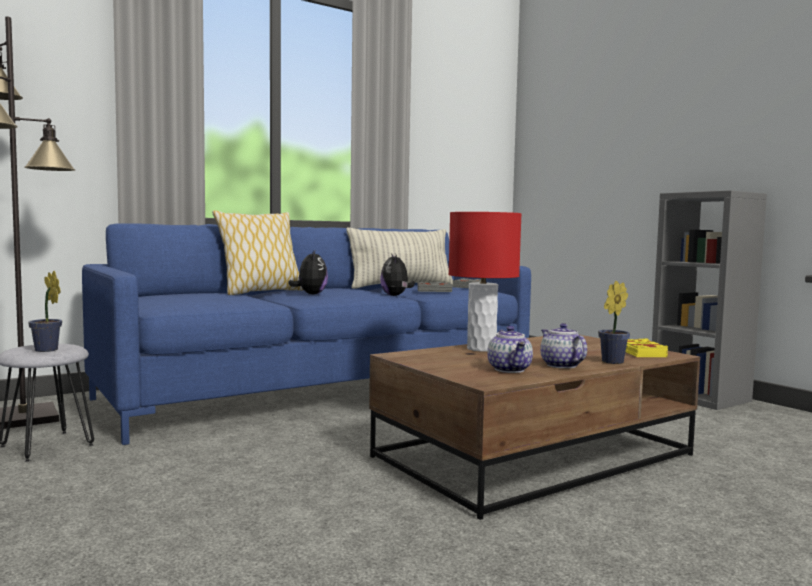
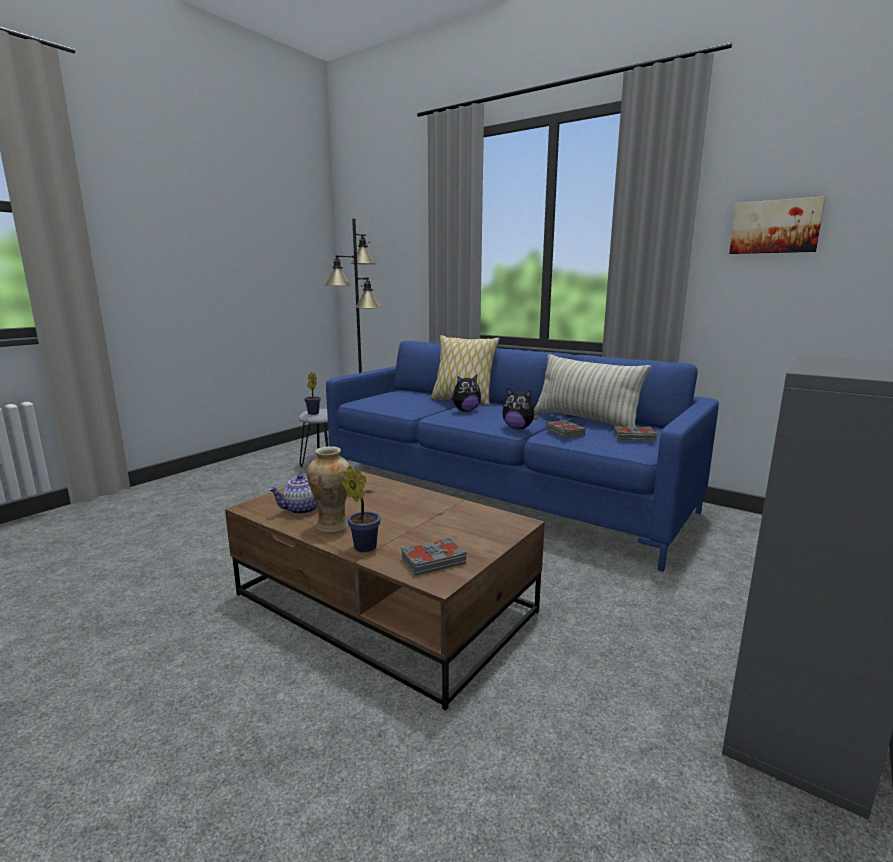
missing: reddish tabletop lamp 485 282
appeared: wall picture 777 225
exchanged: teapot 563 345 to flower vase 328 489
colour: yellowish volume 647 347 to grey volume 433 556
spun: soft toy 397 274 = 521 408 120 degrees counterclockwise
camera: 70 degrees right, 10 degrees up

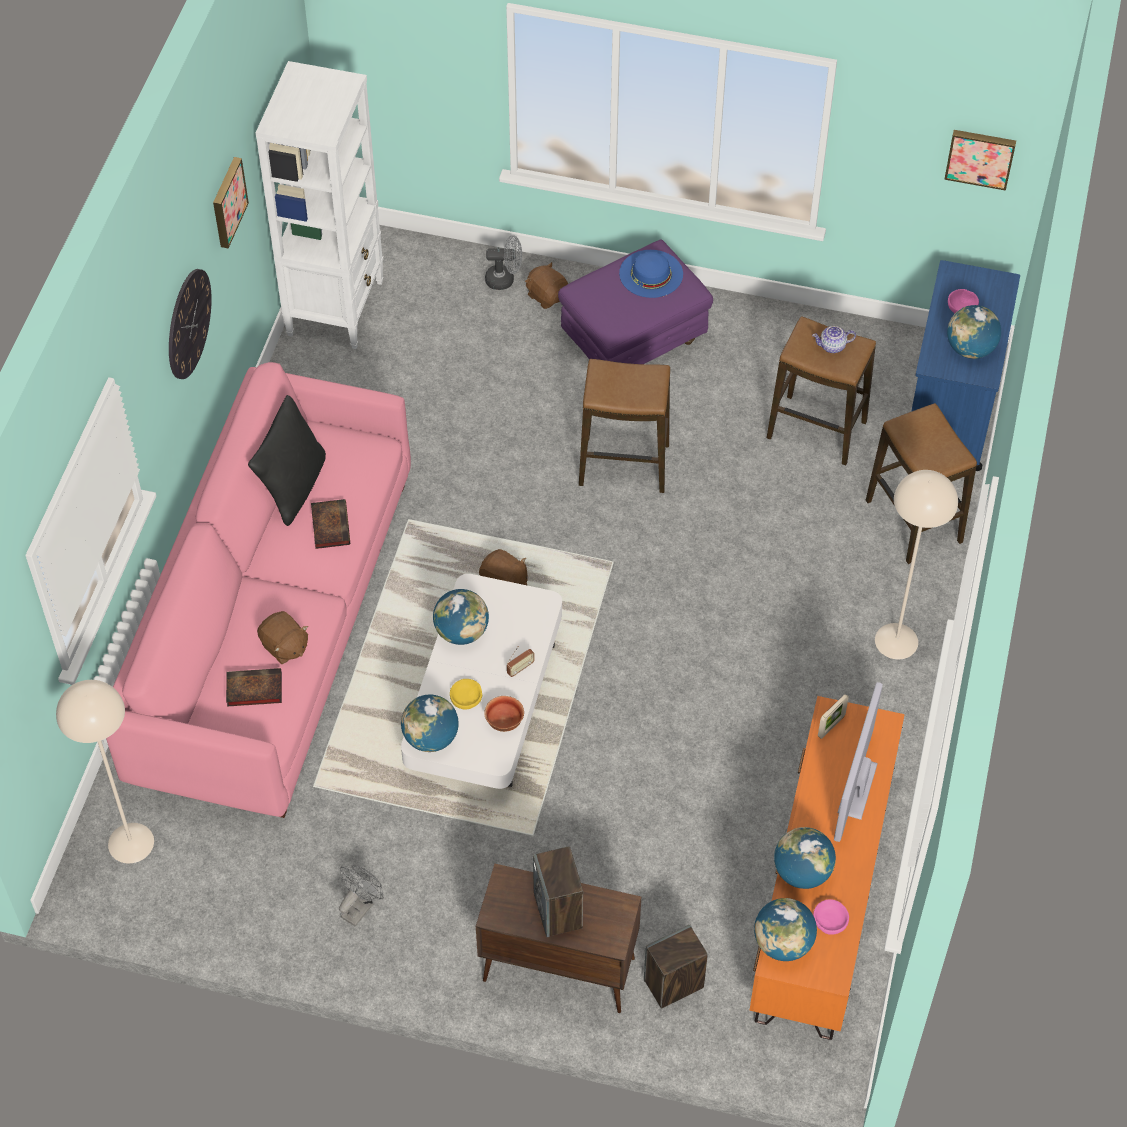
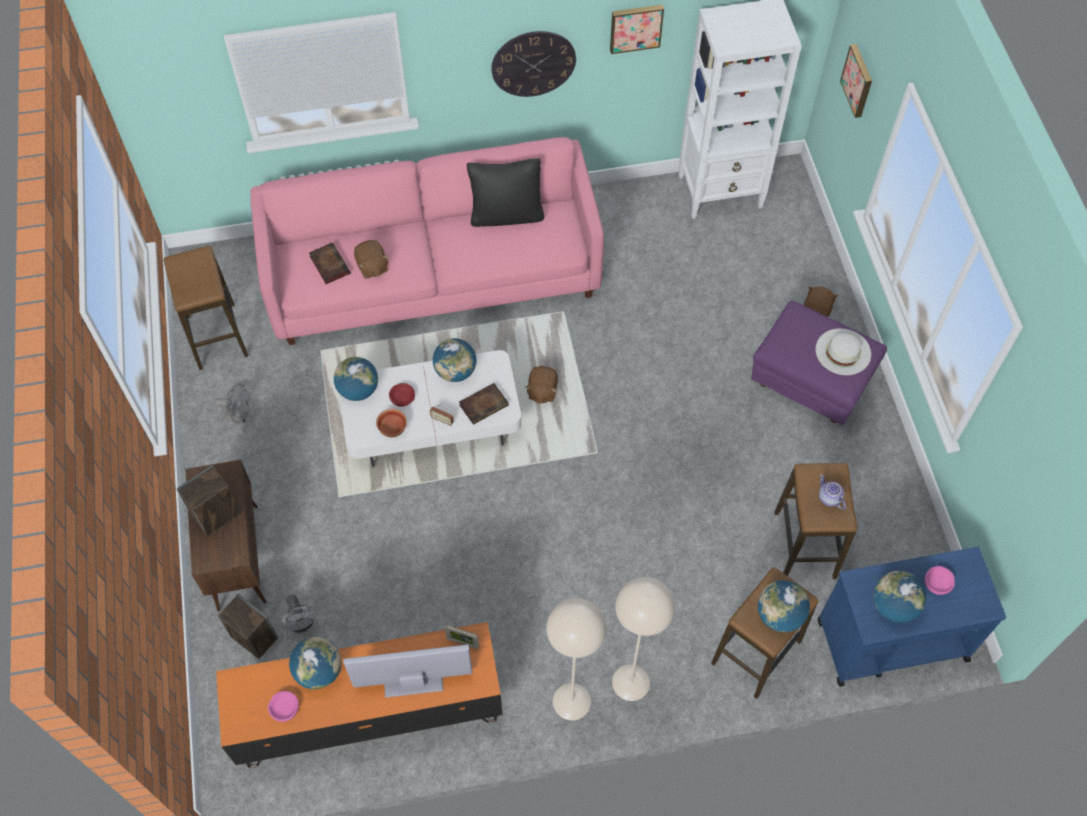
relocated: beige-coloured standing lamp 105 772 to 576 659; volume 330 524 to 484 404; grey electric fan 503 262 to 299 614; sitting stool 624 426 to 206 308; world globe 785 929 to 784 606; wall picture 980 160 to 856 81
colour: yellowish serving bowl 466 694 to reddish serving bowl 402 395; blue-coloured hat 651 274 to white-coloured hat 843 351
spun: brown soft toy 282 637 = 371 259 45 degrees counterclockwise
camera: 65 degrees right, 5 degrees up

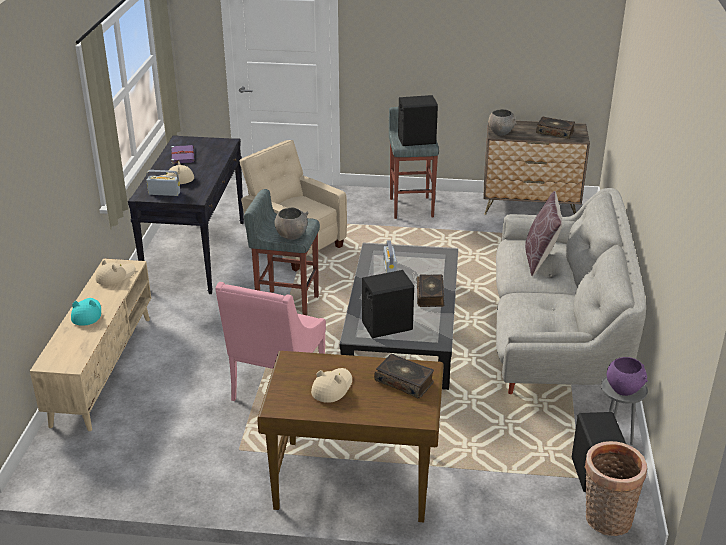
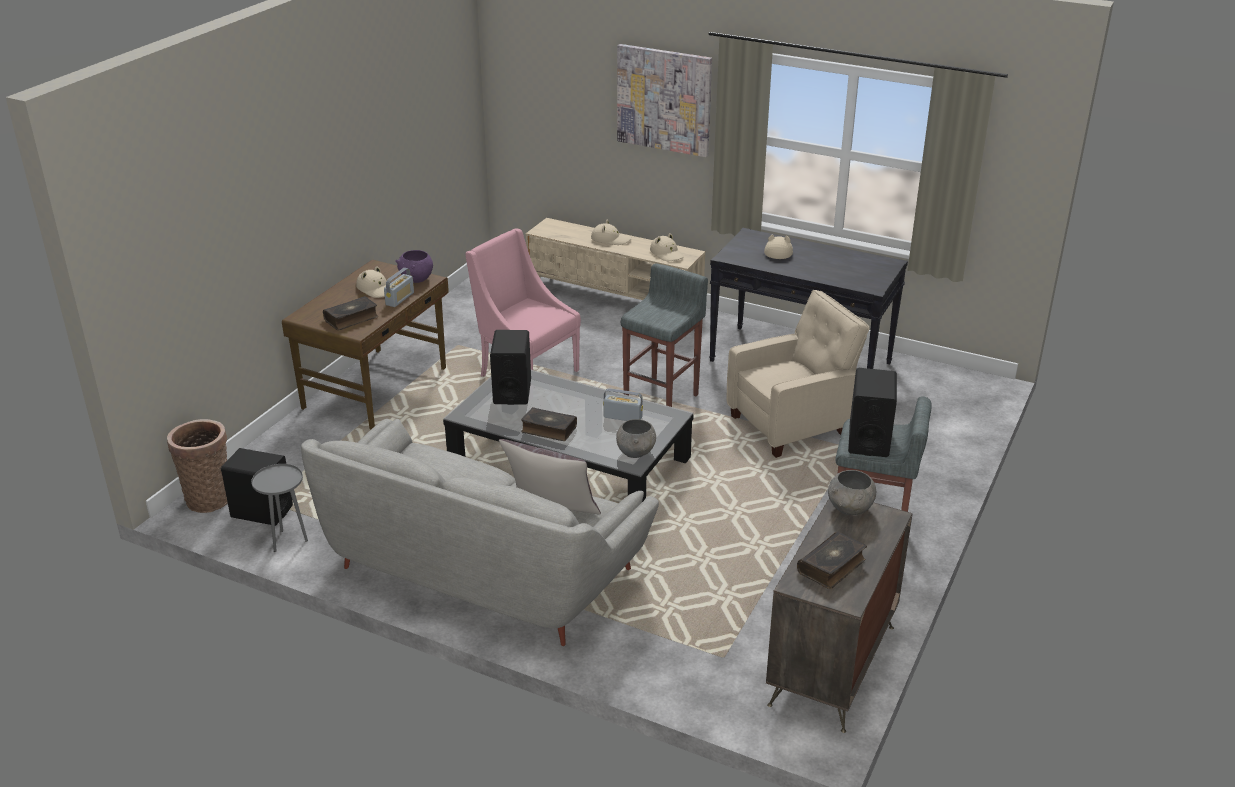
missing: purple volume 182 154
appeared: wall picture 664 100
relocated: radio set 163 183 to 399 287; grey serving bowl 292 223 to 636 438; purple serving bowl 627 376 to 414 266
colour: blue-green hat 86 312 to beige-coloured hat 611 232
camera: 110 degrees right, 0 degrees up

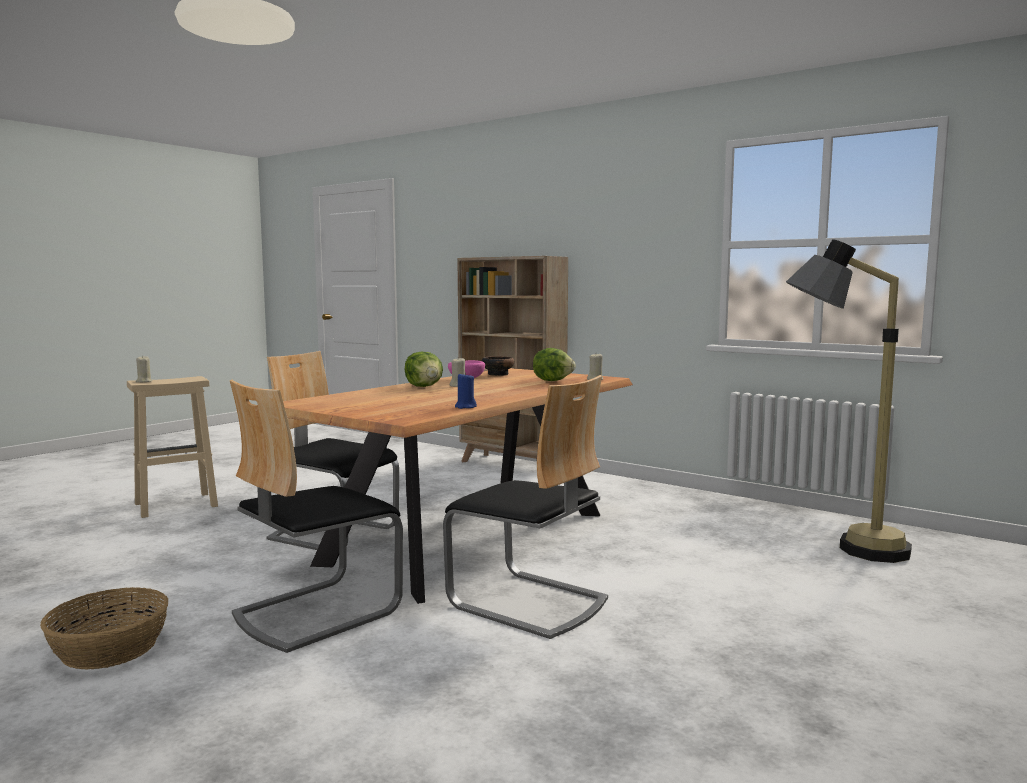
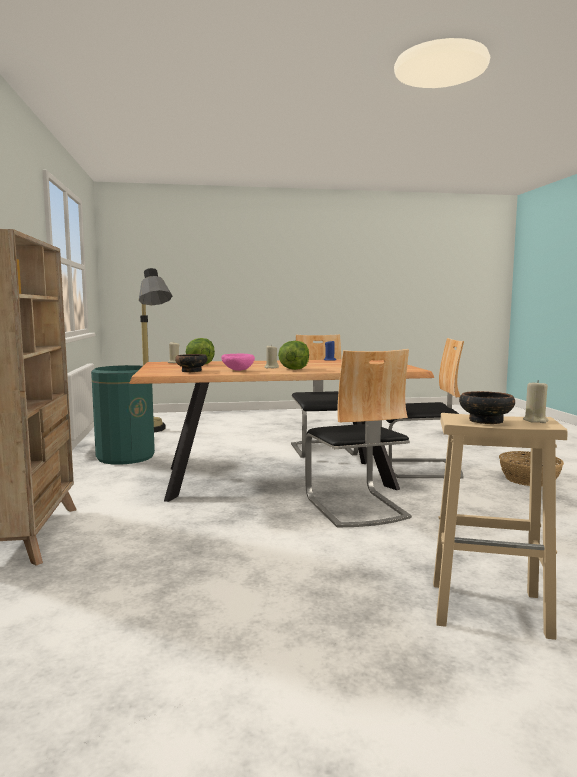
appeared: green trash can 123 415; serving bowl 487 407
camera: 135 degrees left, 0 degrees up

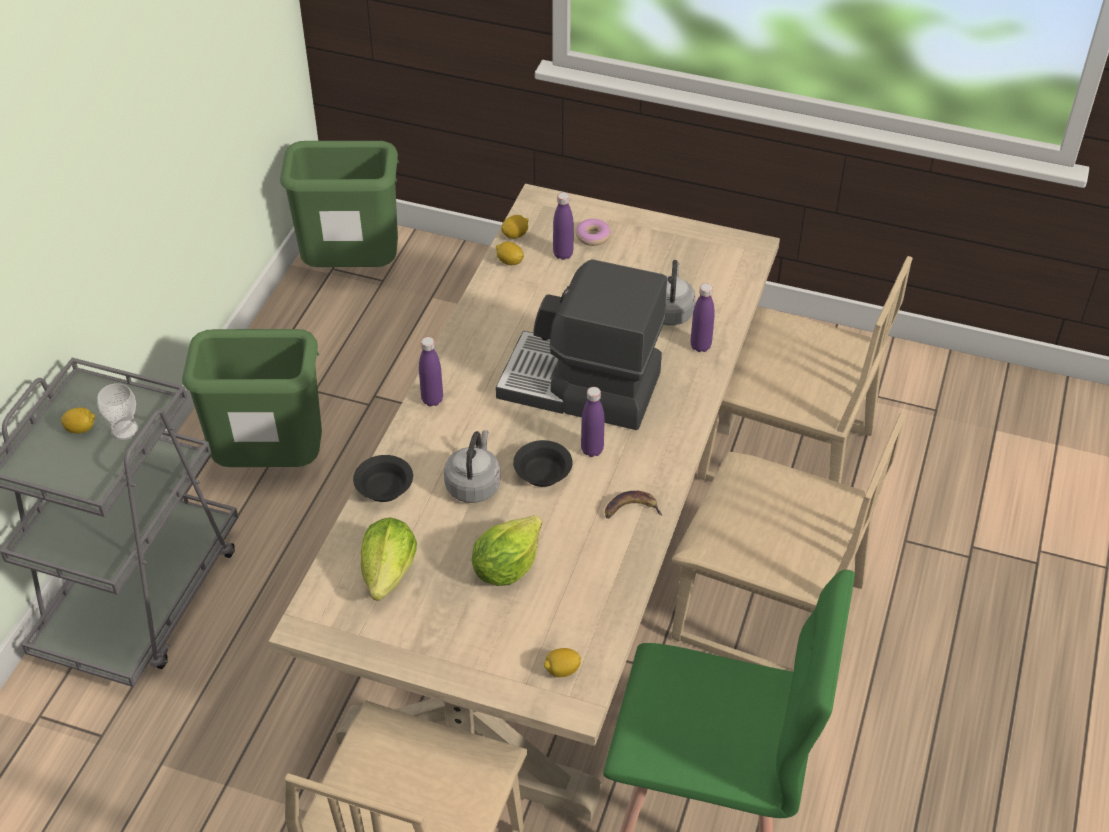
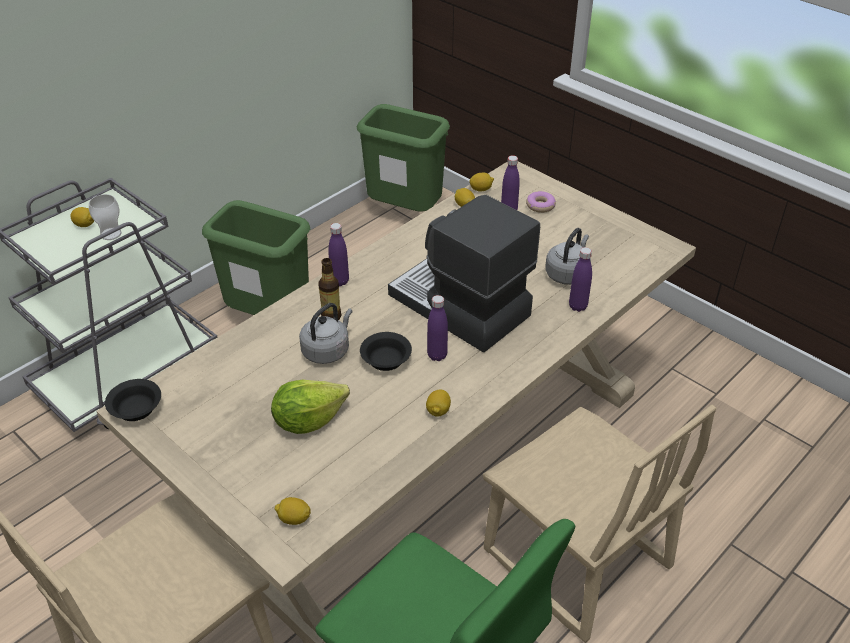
missing: lettuce 389 559; beige-coloured upright chair 805 369
appeared: bottle 329 289
relocated: black serving bowl 383 478 to 133 400
exchanged: banana 633 504 to whole lemon 438 403
camera: 25 degrees right, 5 degrees down

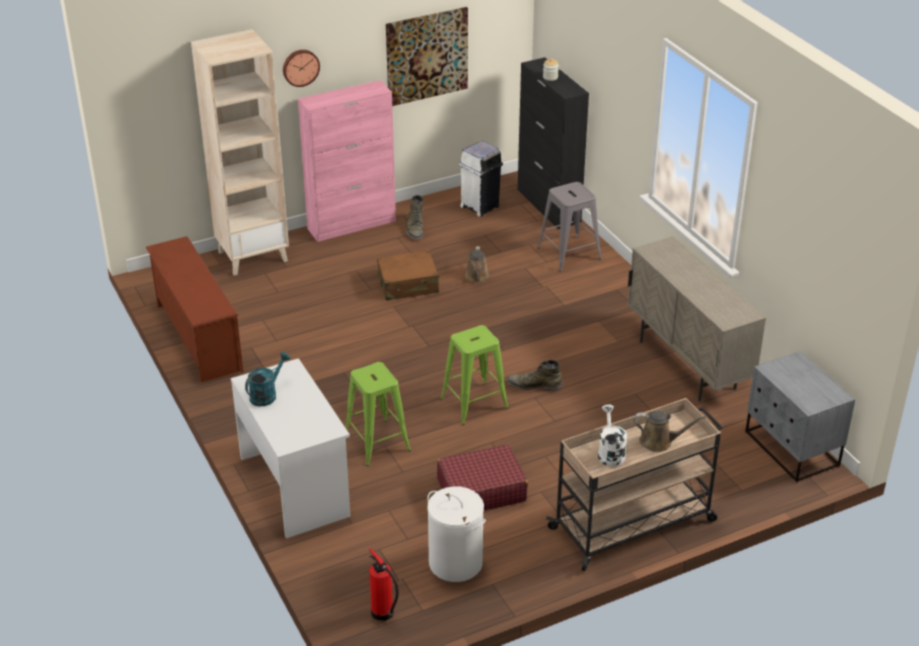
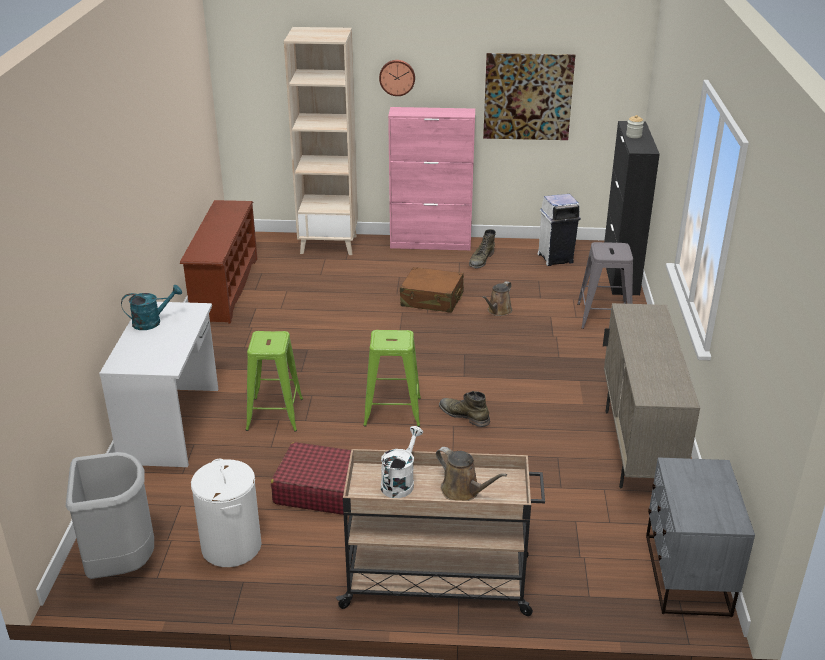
exchanged: fire extinguisher 384 584 to grey trash can 110 515
camera: 30 degrees right, 5 degrees down

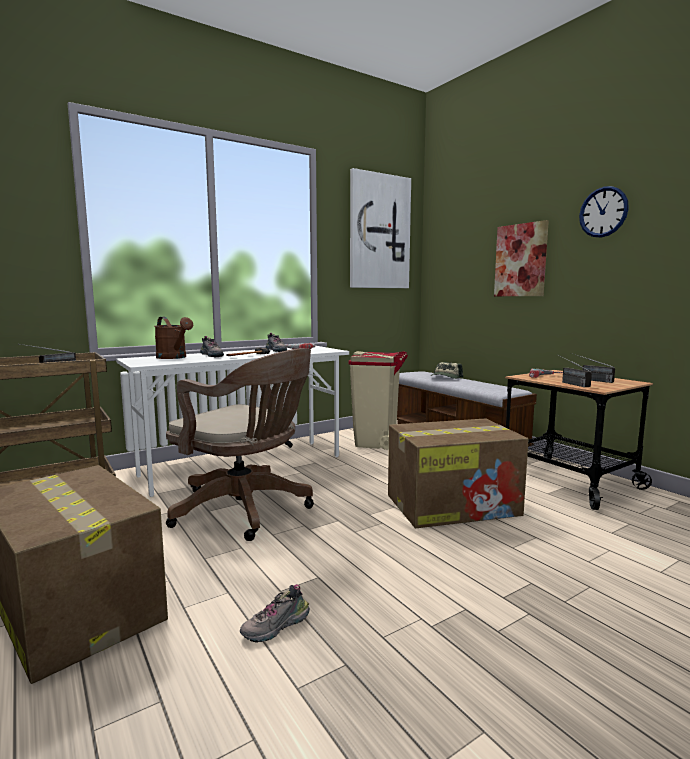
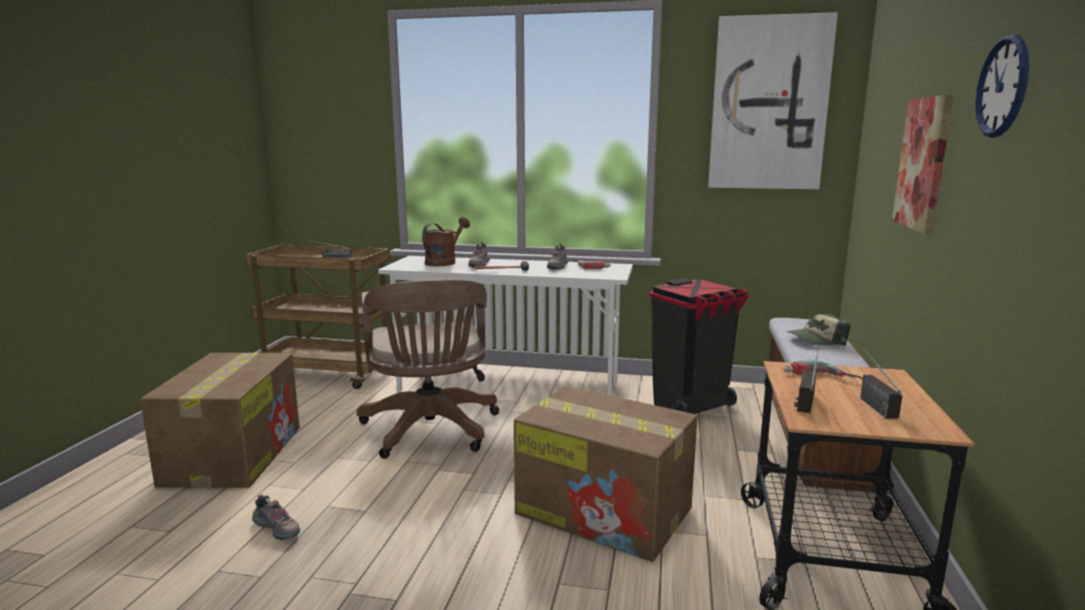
colour: beige-coloured trash can 378 400 to black trash can 699 346
spun: brown sprinkling can 173 338 = 446 241 150 degrees counterclockwise; item of footwear 275 613 = 276 517 150 degrees counterclockwise
camera: 45 degrees right, 5 degrees up

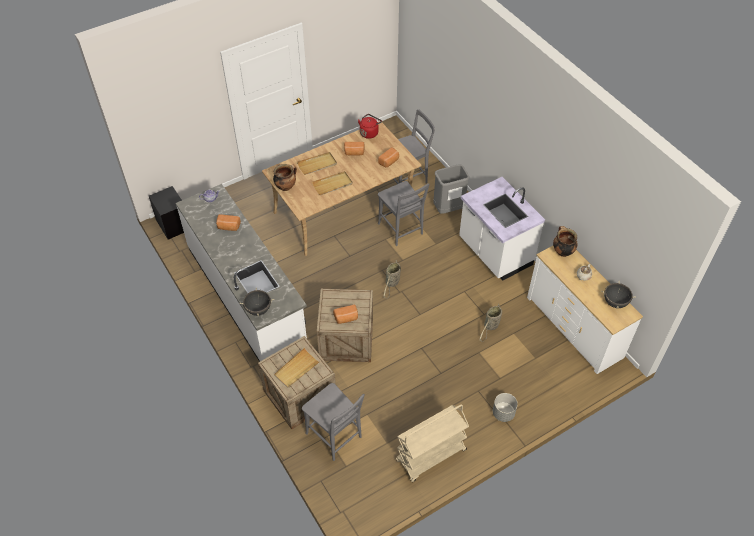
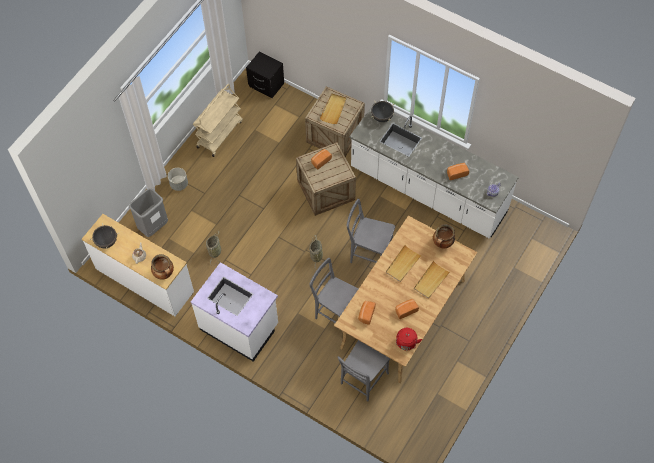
relocated: black night table 166 213 to 265 74; grey upright chair 333 422 to 371 230; grey trash can 451 189 to 148 212
camera: 155 degrees right, 10 degrees up

